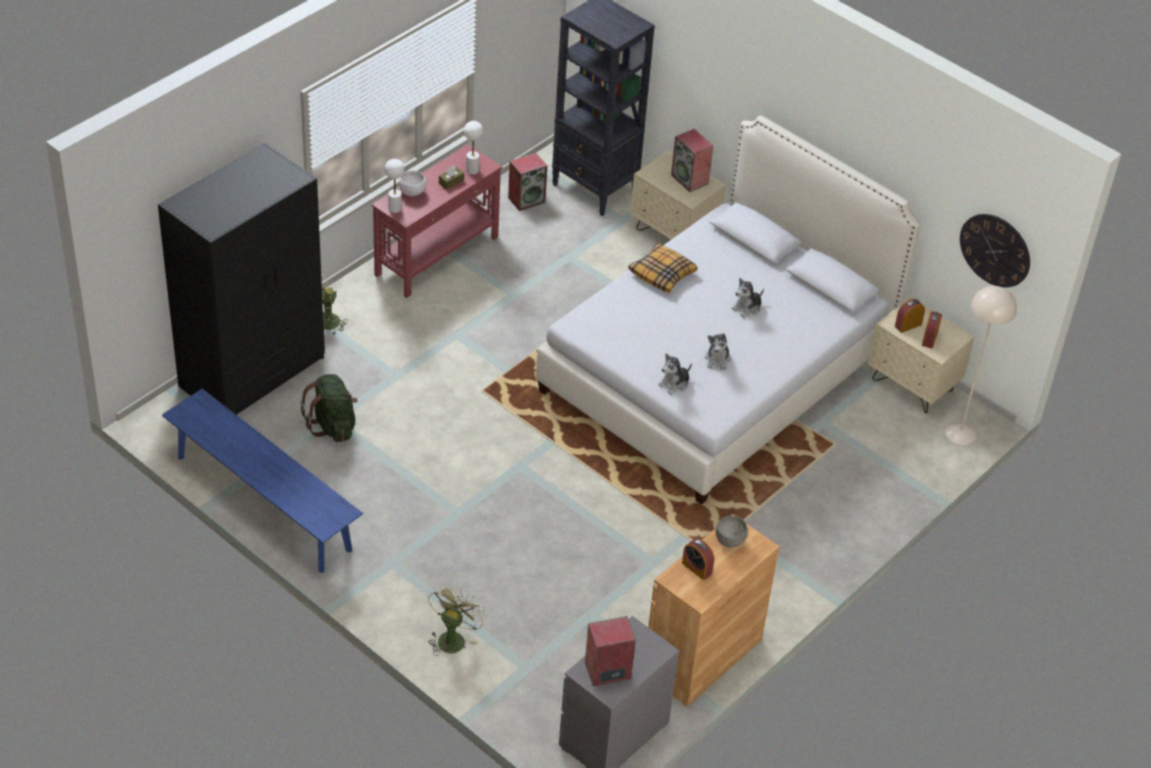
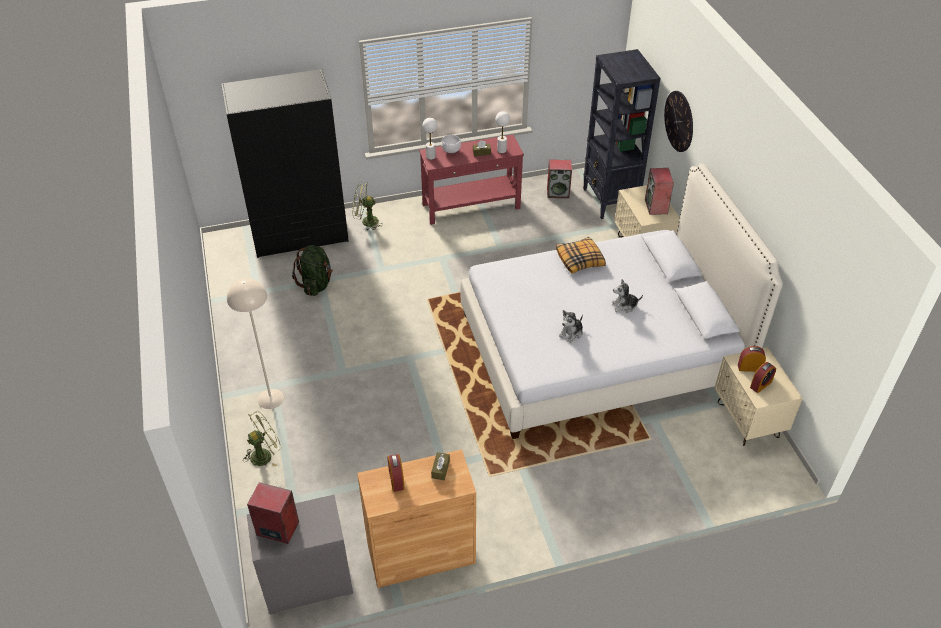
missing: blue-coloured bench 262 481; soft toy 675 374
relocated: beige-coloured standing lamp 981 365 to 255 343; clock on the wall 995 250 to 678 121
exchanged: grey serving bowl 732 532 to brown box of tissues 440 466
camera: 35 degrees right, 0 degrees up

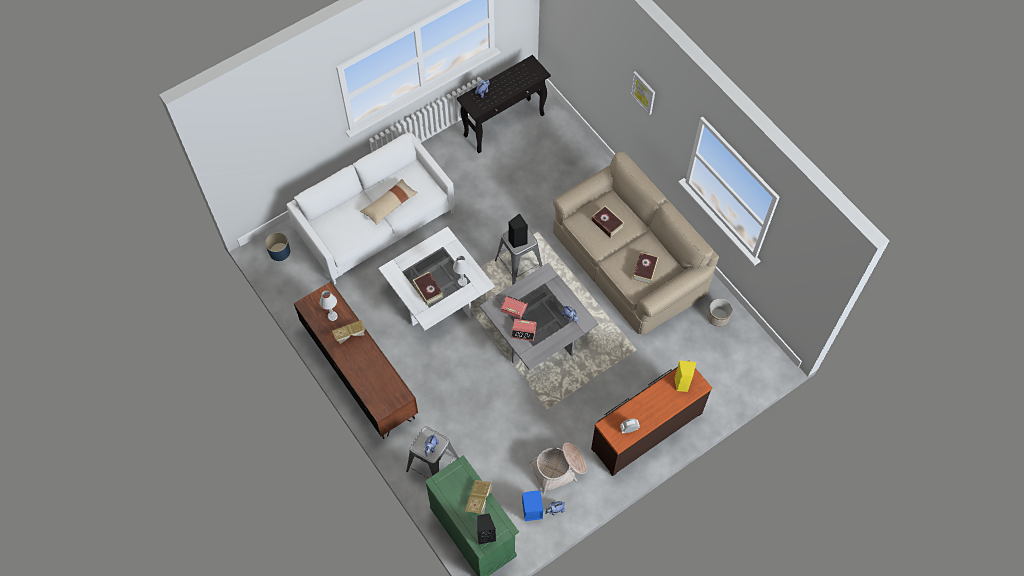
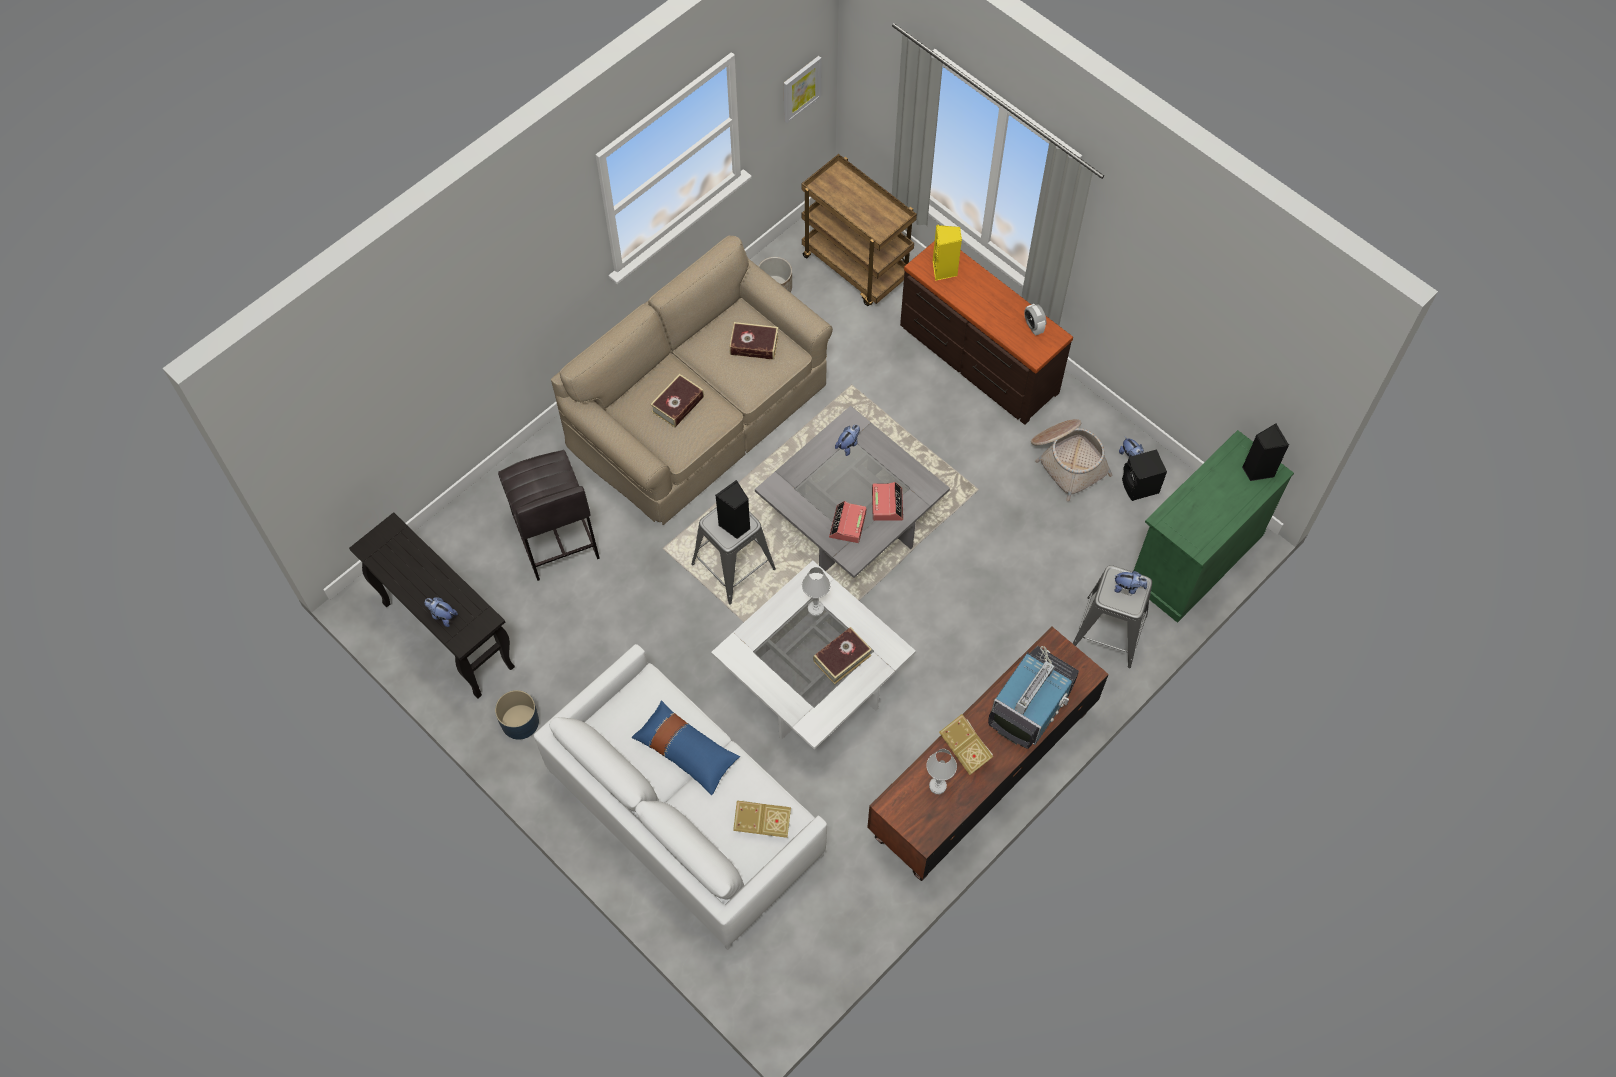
appeared: grey sitting stool 549 515; brown trolley 859 230; television 1033 697
relocated: blue-coloured planter 277 246 to 517 715; volume 479 497 to 762 819; wall picture 642 93 to 803 89
colour: beige-coloured cushion 389 202 to blue-coloured cushion 686 747; blue-coloured speaker 532 506 to black speaker 1144 475
camera: 100 degrees left, 0 degrees up

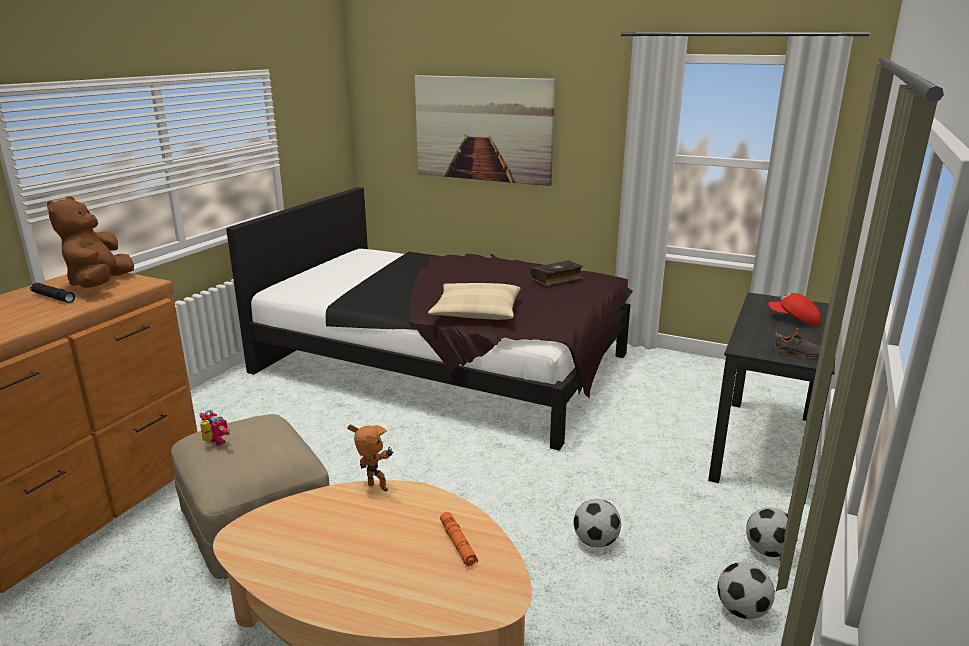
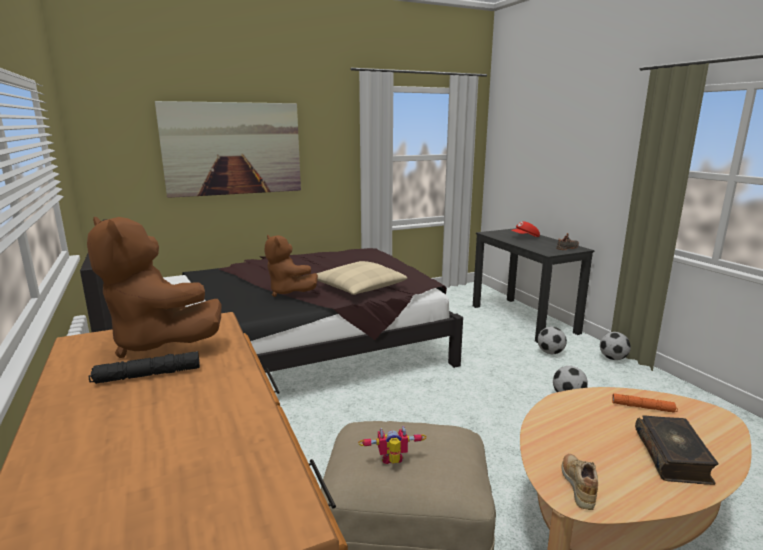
missing: model robot 370 458
appeared: brown soft toy 291 266; beige-coloured item of footwear 579 482
relocated: volume 556 273 to 677 450; football ball 746 590 to 552 340
camera: 50 degrees left, 5 degrees down

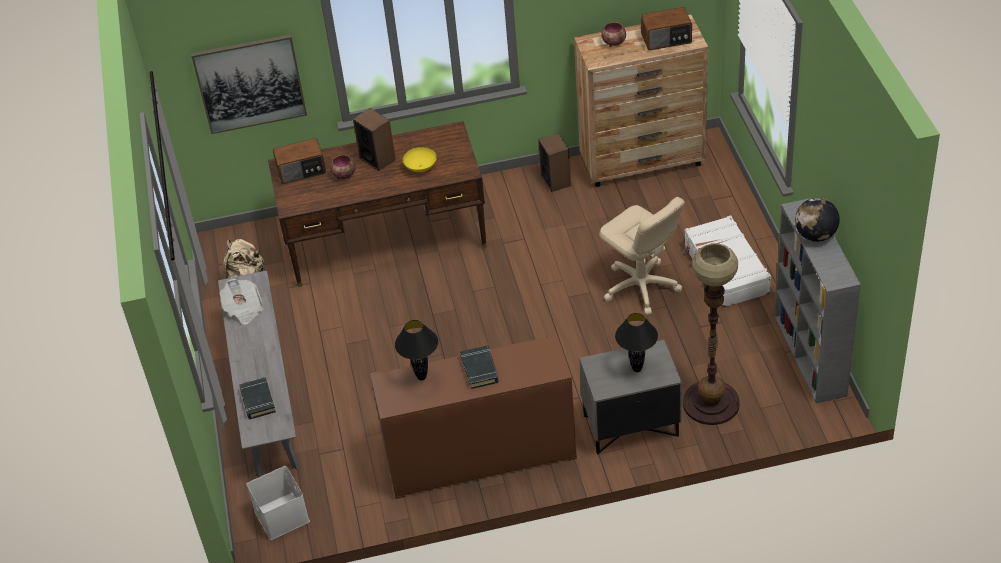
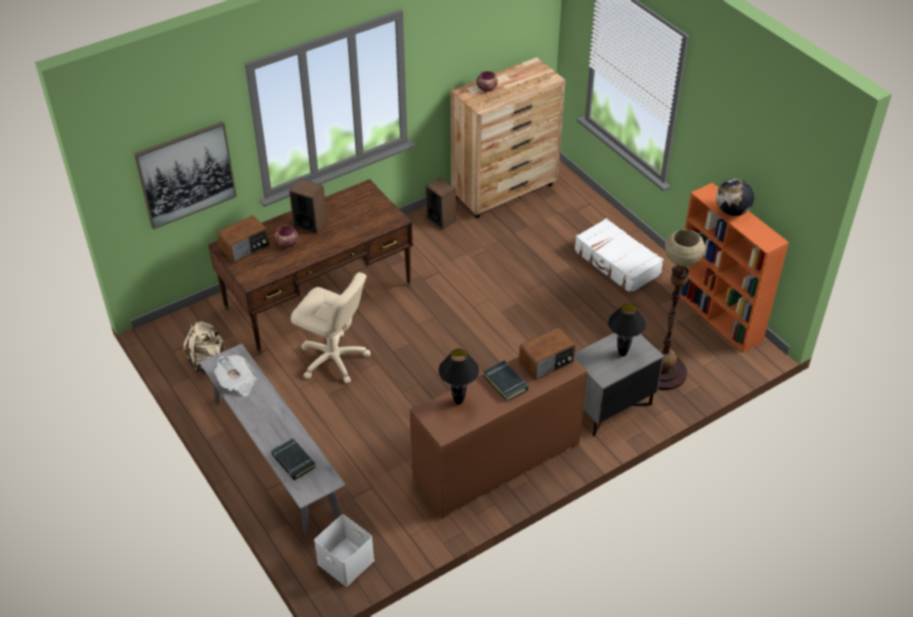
missing: yellowish serving bowl 420 159
relocated: beige-coloured office chair 642 256 to 331 328; radio set 666 28 to 547 353
colour: grey bookshelf 817 300 to orange bookshelf 731 267
camera: 25 degrees left, 0 degrees up

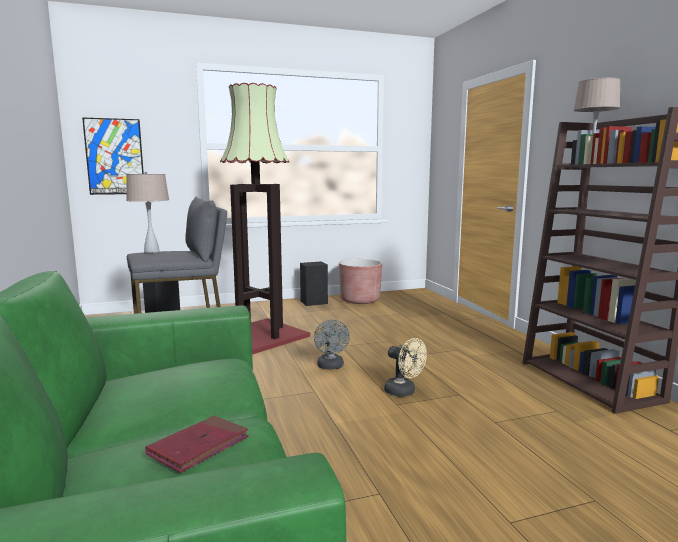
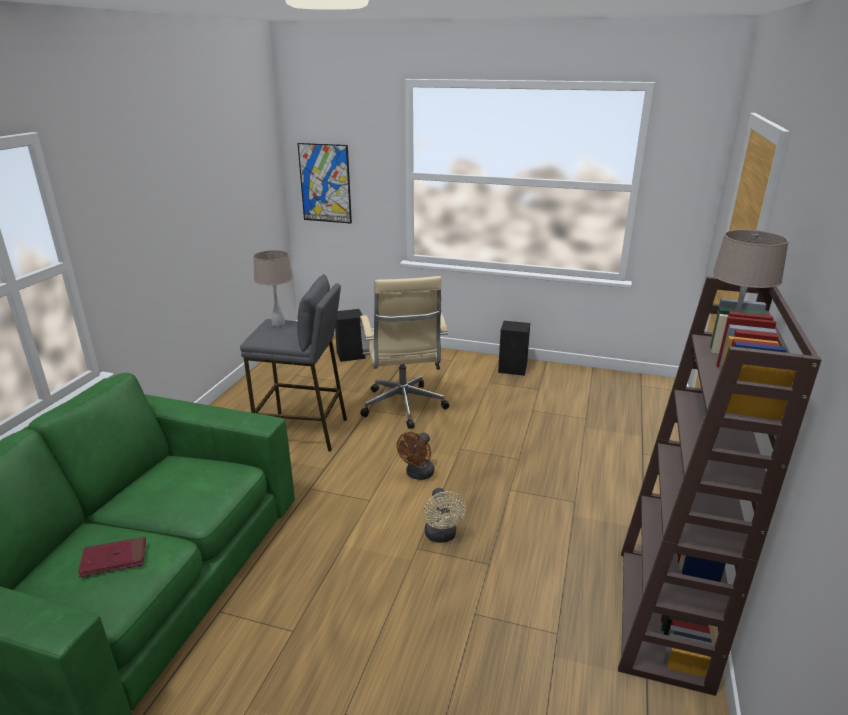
missing: brown planter 360 281
exchanged: standing lamp 265 218 to beige-coloured office chair 404 352
colour: grey electric fan 332 344 to brown electric fan 415 456
camera: 35 degrees right, 15 degrees up

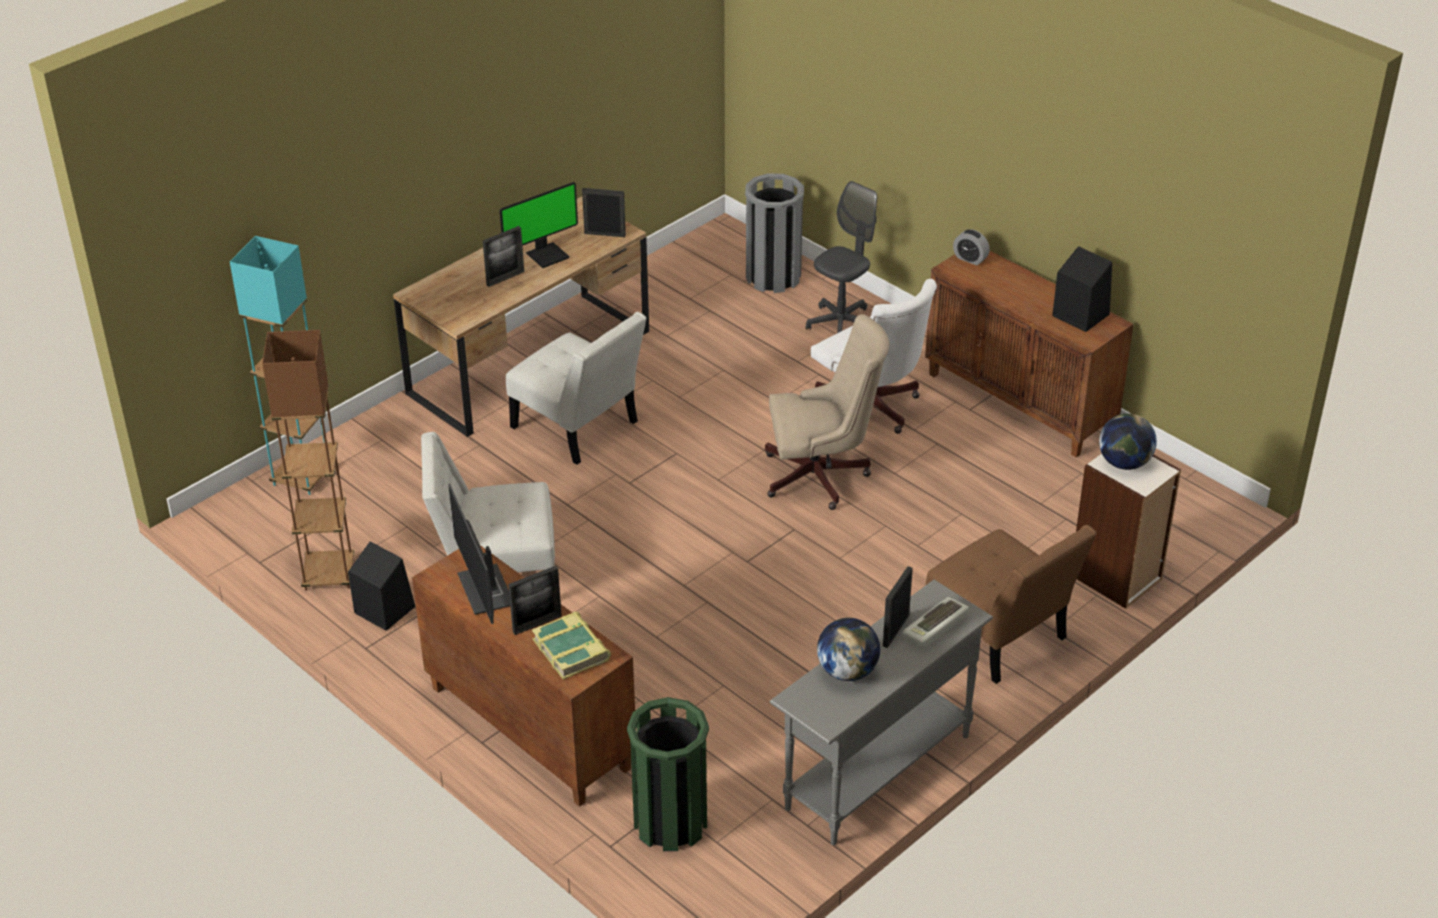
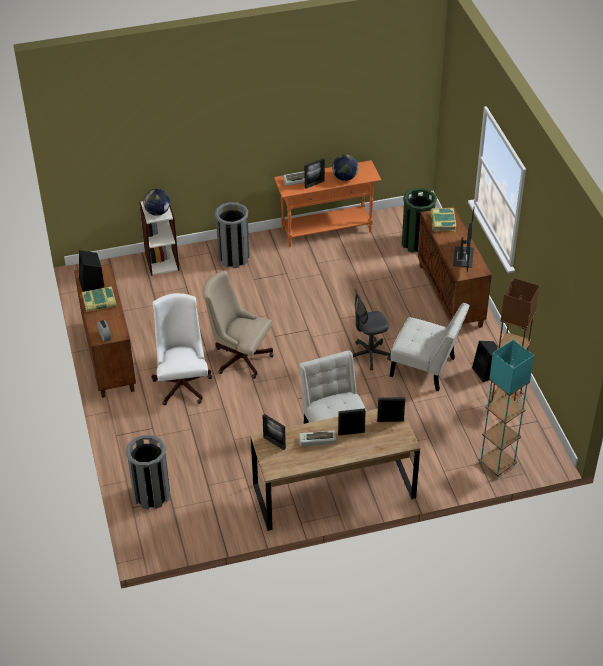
appeared: volume 99 299
relocated: picture frame 535 600 to 391 409; grey office chair 841 257 to 372 329
exchanged: computer display 539 225 to computer keyboard 317 438; brown upright chair 1011 604 to grey trash can 232 235
colour: grey narrow table 881 712 to orange narrow table 327 203
camera: 150 degrees left, 5 degrees up

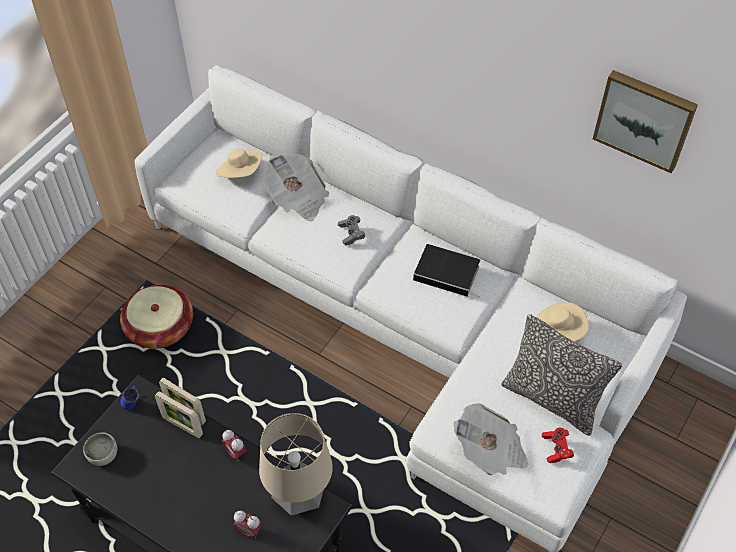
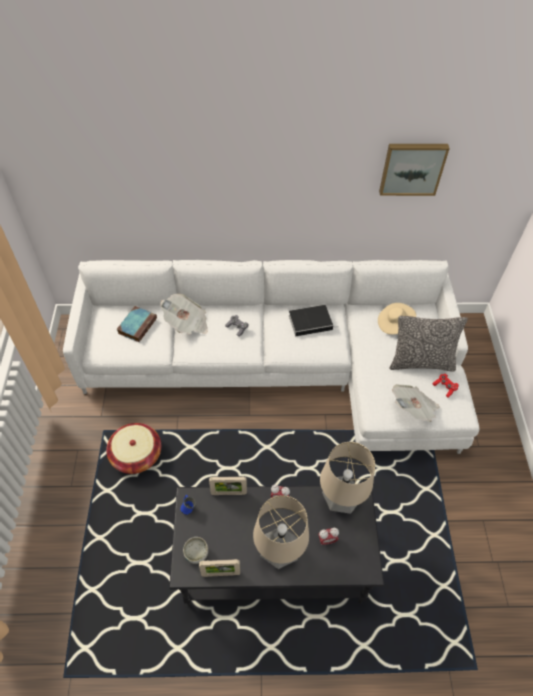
appeared: tabletop lamp 281 532
relocated: picture frame 179 415 to 219 568
exchanged: beige-coloured hat 239 163 to volume 137 324
camera: 35 degrees left, 0 degrees up

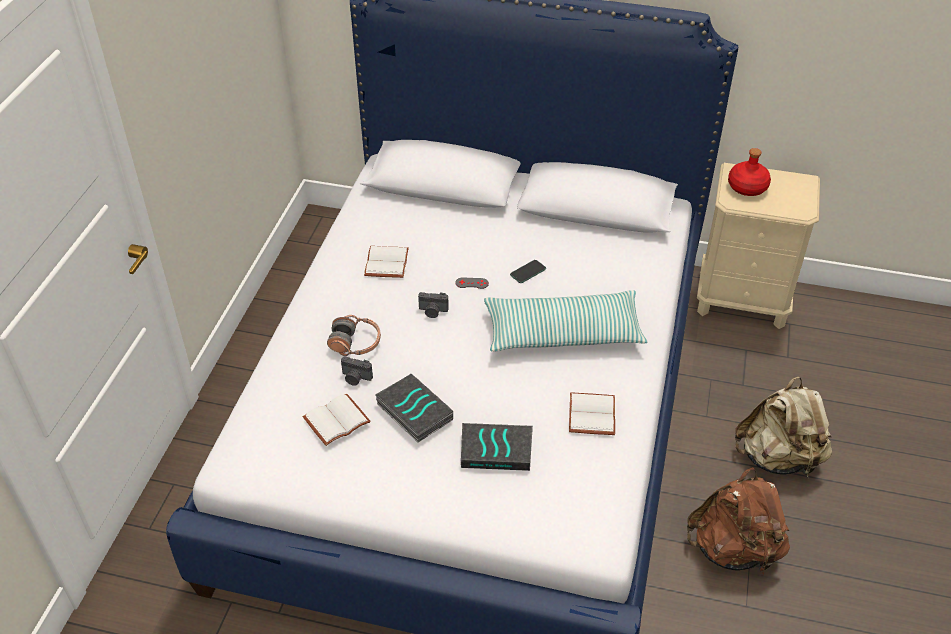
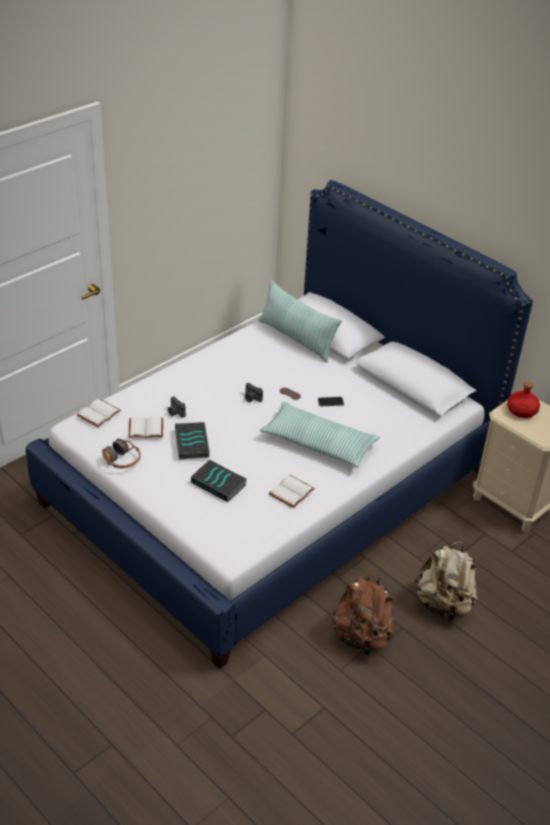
appeared: cushion 300 321
relocated: headphones 354 335 to 121 453; white-coloured volume 386 262 to 99 413
camera: 30 degrees right, 5 degrees down

